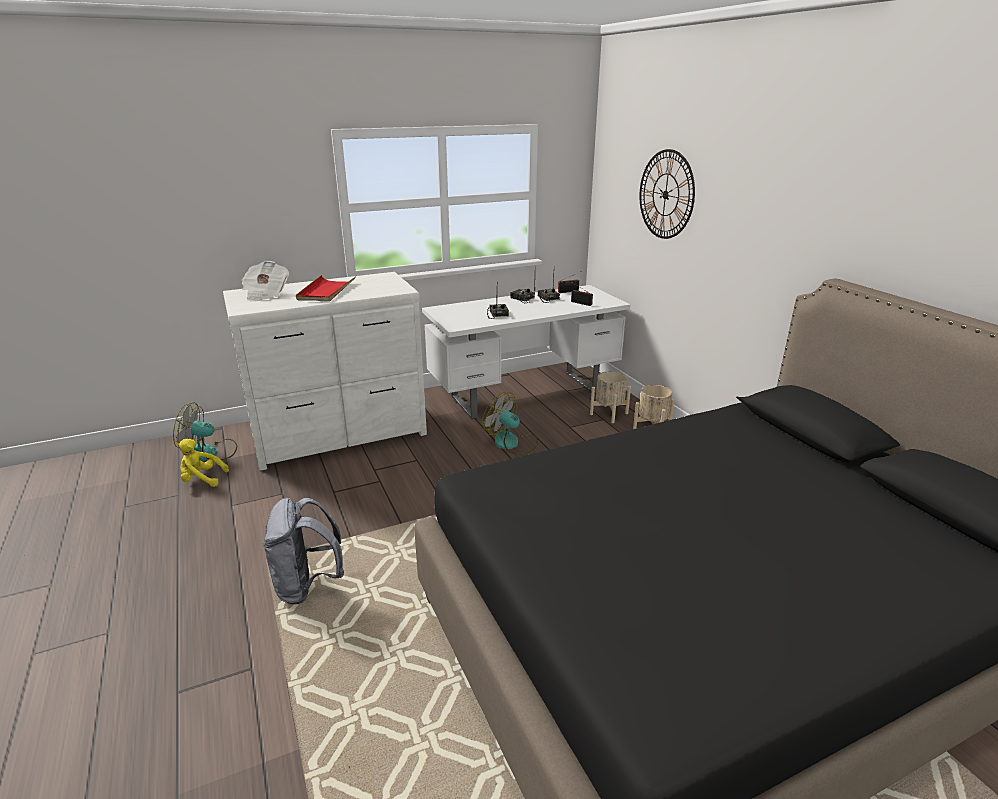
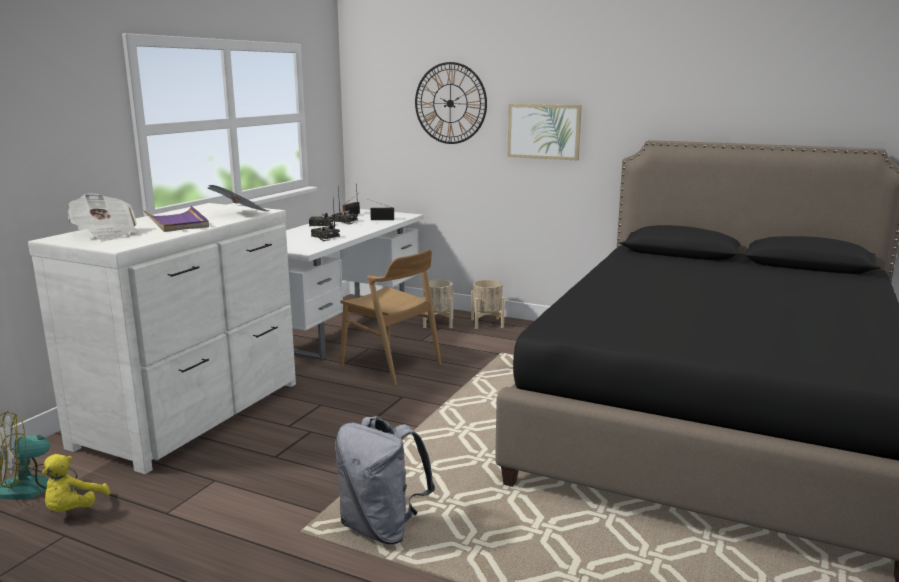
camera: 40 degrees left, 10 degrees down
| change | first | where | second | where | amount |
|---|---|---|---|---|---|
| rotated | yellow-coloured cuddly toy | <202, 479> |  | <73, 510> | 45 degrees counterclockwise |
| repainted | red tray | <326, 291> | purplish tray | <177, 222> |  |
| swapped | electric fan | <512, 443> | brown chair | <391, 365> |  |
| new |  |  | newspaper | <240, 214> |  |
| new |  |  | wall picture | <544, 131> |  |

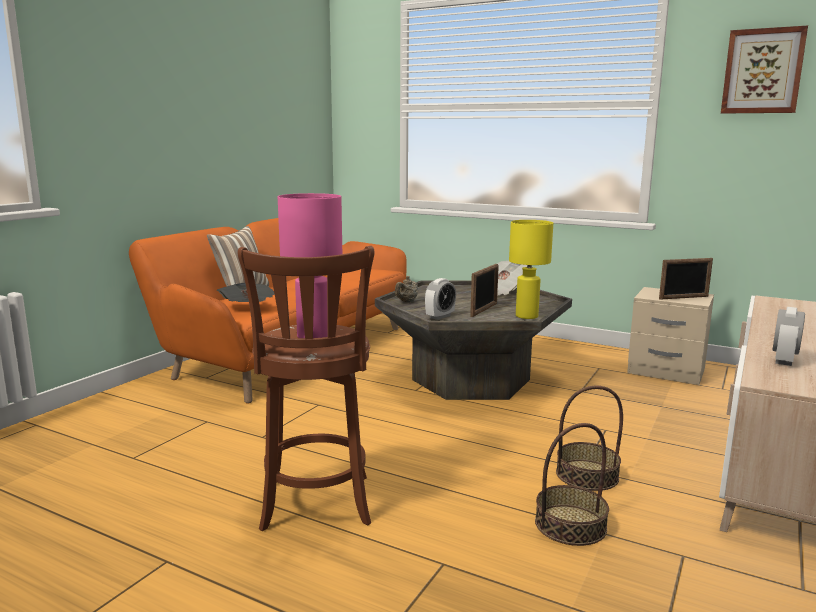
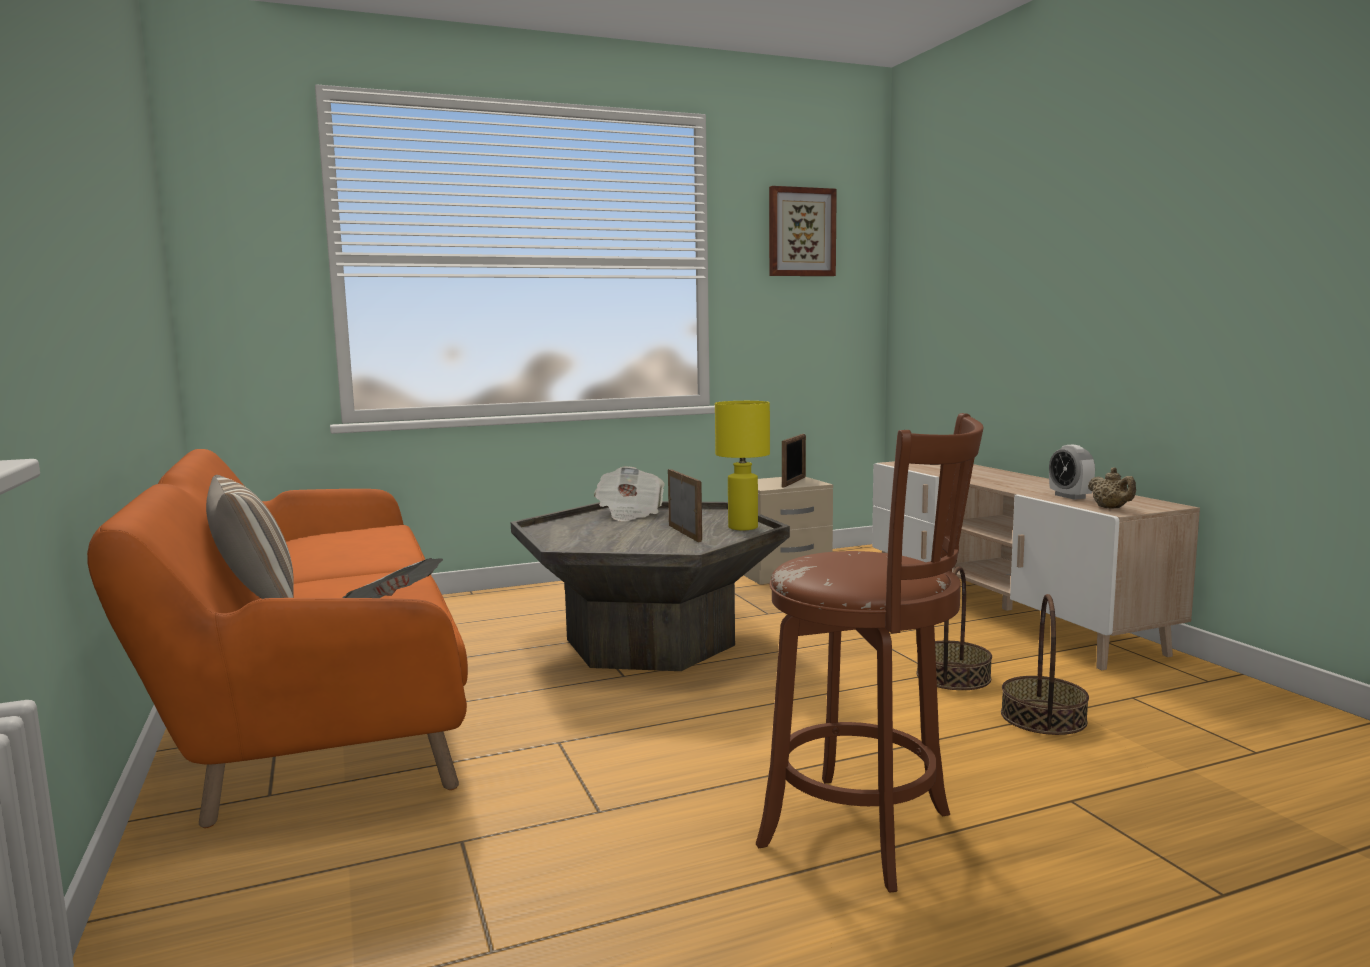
camera: 50 degrees left, 5 degrees down
| change | first | where | second | where | amount |
|---|---|---|---|---|---|
| gone | pink-coloured lamp for a table | <314, 337> |  |  |  |
| shifted | beige pot for tea | <406, 301> |  | <1111, 508> |  |
| gone | bedside clock | <440, 316> |  |  |  |

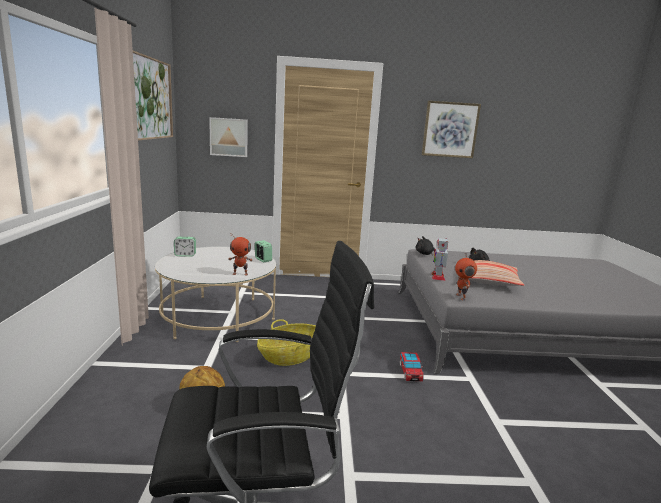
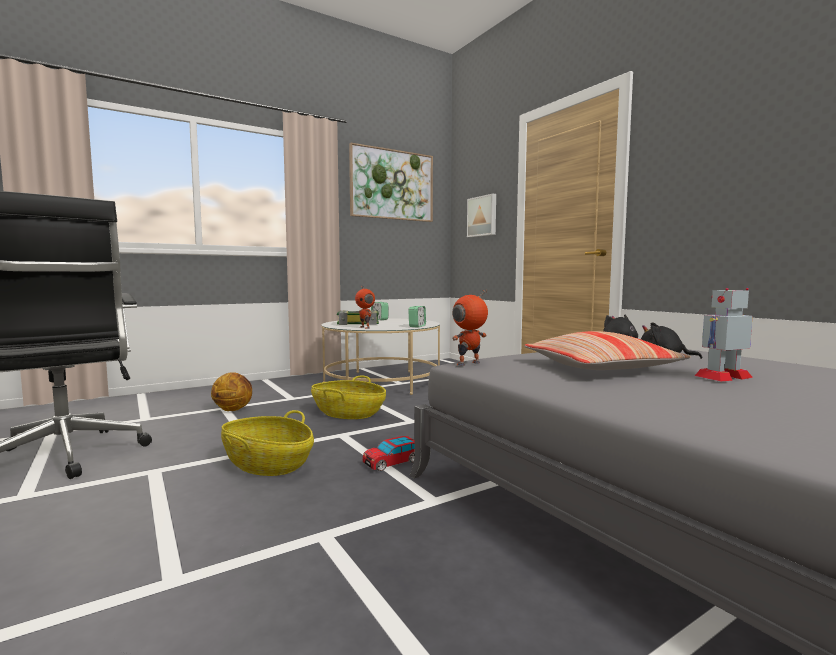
camera: 60 degrees right, 10 degrees down
| change | first | where | second | where | amount |
|---|---|---|---|---|---|
| gone | wall picture | <450, 129> |  |  |  |
| shifted | robot figure | <437, 276> |  | <723, 377> |  |
| new |  |  | storage basket | <267, 464> |  |
| new |  |  | bound book | <359, 323> |  |

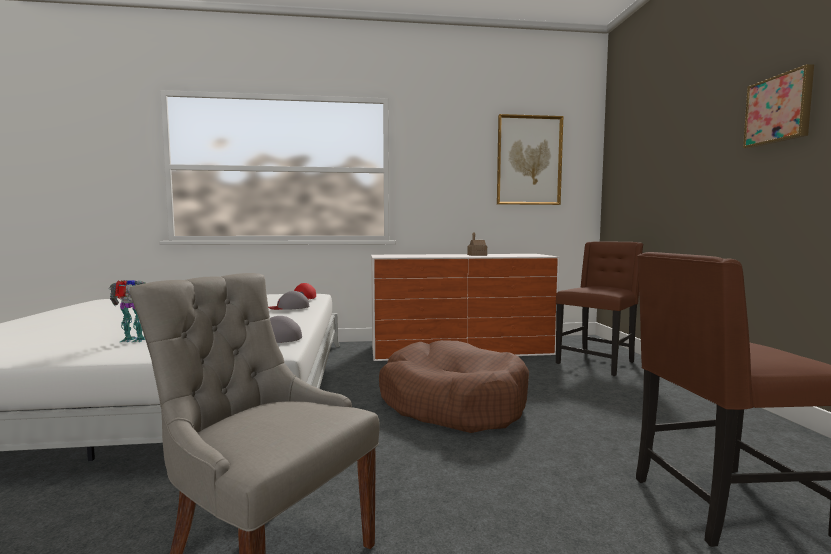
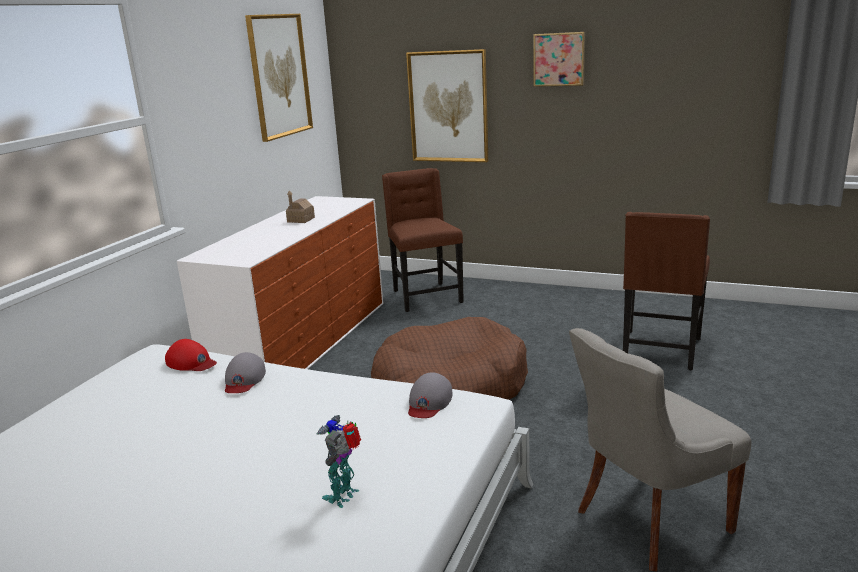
camera: 60 degrees left, 15 degrees up
| change | first | where | second | where | amount |
|---|---|---|---|---|---|
| new |  |  | wall picture | <448, 107> |  |

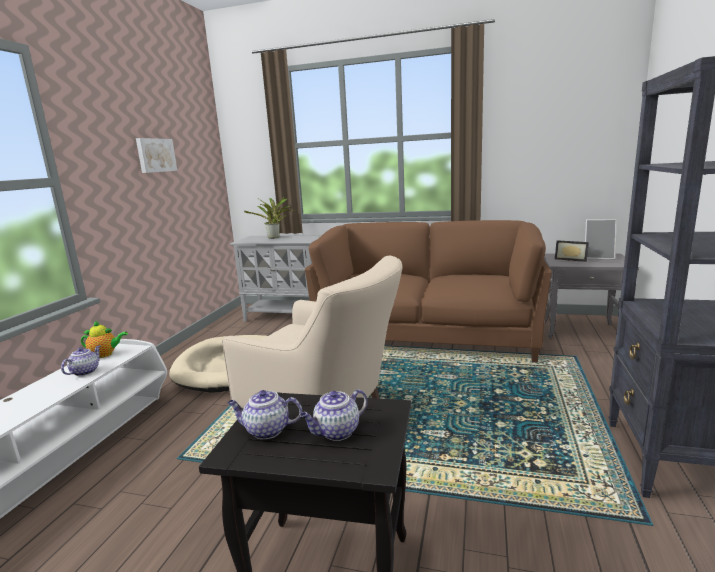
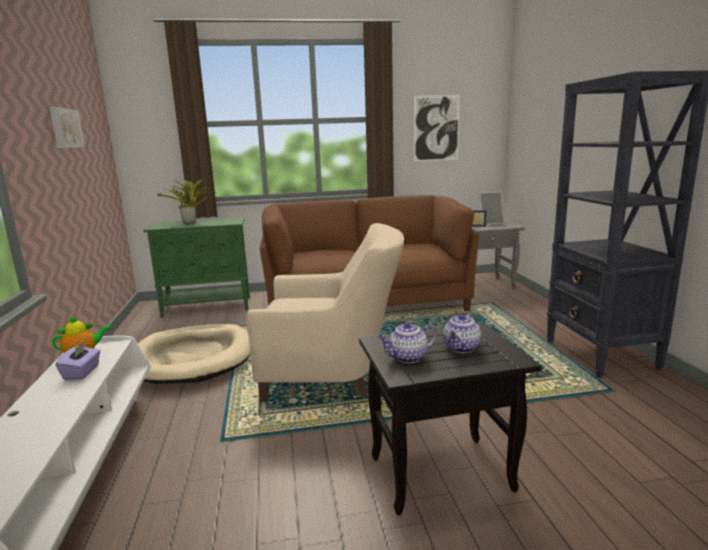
camera: 25 degrees left, 0 degrees up
| change | first | where | second | where | amount |
|---|---|---|---|---|---|
| swapped | pot for tea | <85, 371> | purplish tissue holder | <82, 372> |  |
| repainted | grey cabinet | <287, 316> | green-coloured cabinet | <208, 306> |  |
| new |  |  | wall picture | <436, 128> |  |

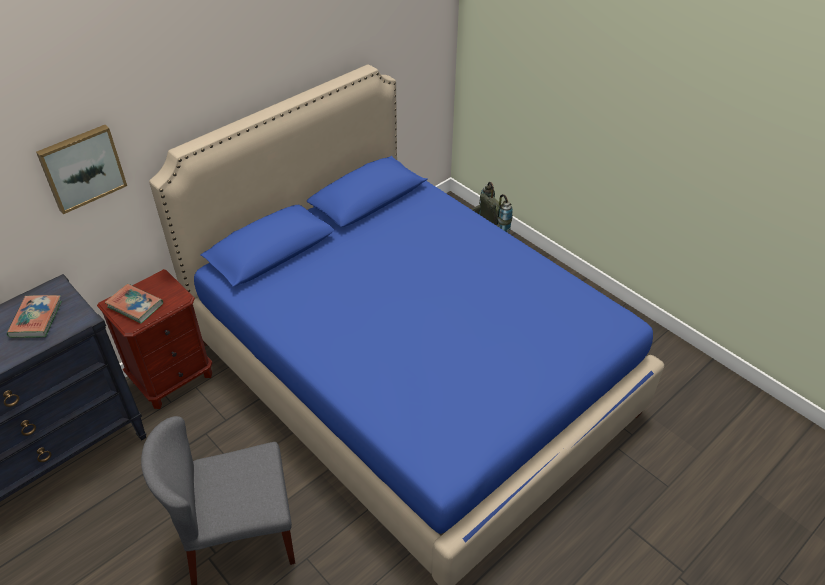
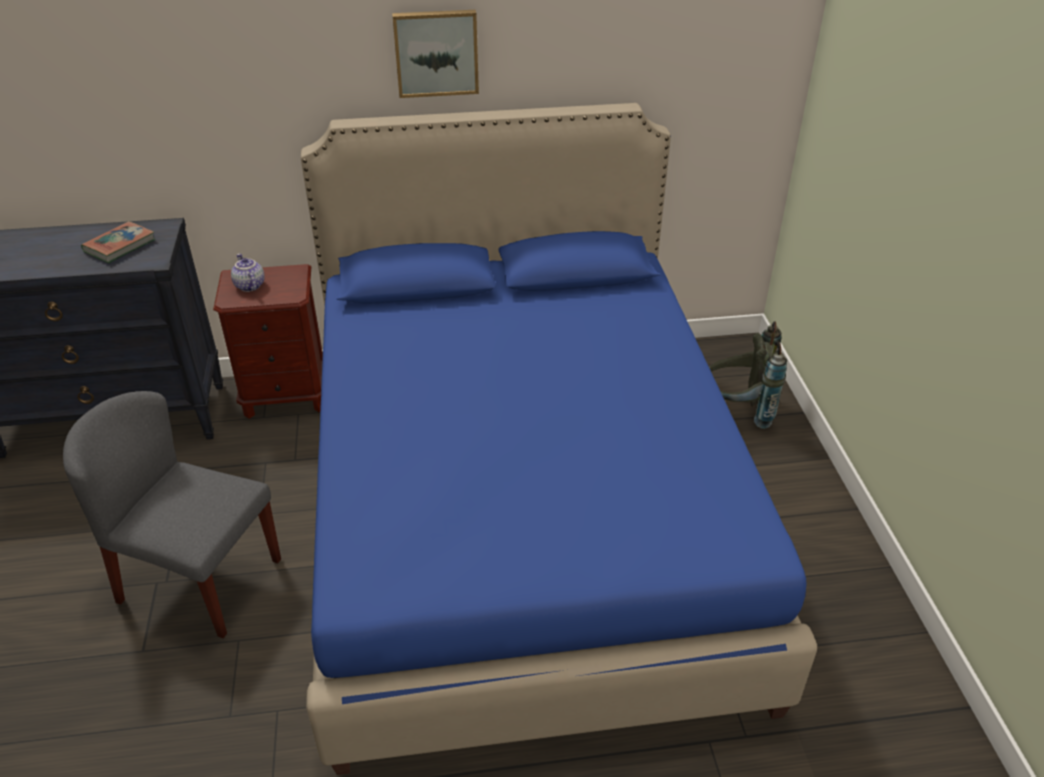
camera: 35 degrees right, 5 degrees down
| change | first | where | second | where | amount |
|---|---|---|---|---|---|
| shifted | wall picture | <82, 167> |  | <436, 52> |  |
| swapped | bound book | <135, 305> | pot for tea | <249, 286> |  |

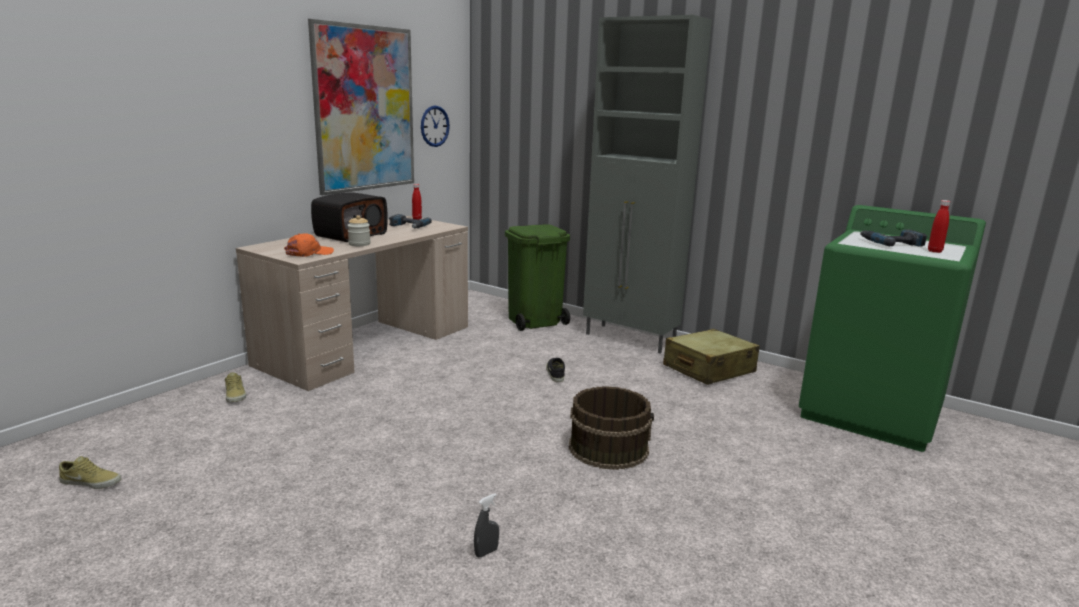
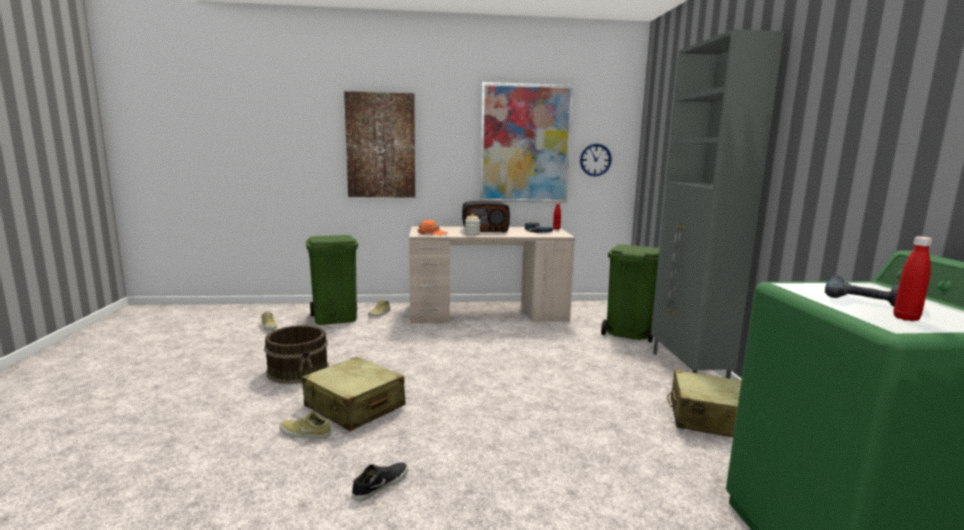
camera: 50 degrees right, 5 degrees down
| change | first | where | second | where | amount |
|---|---|---|---|---|---|
| swapped | grey sprayer | <486, 552> | beige item of footwear | <304, 433> |  |
| shifted | black item of footwear | <555, 373> |  | <380, 484> |  |
| shifted | brown water bucket | <608, 448> |  | <299, 370> |  |
| new |  |  | beige suitcase | <354, 406> |  |
| new |  |  | green-coloured waste bin | <335, 318> |  |
| new |  |  | wall picture | <381, 145> |  |

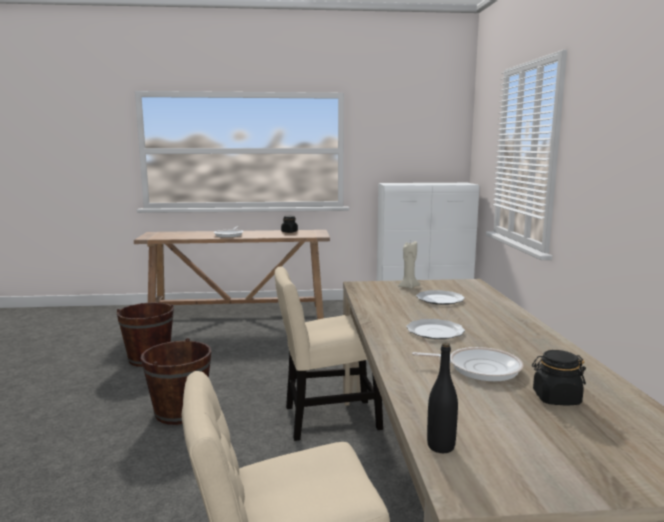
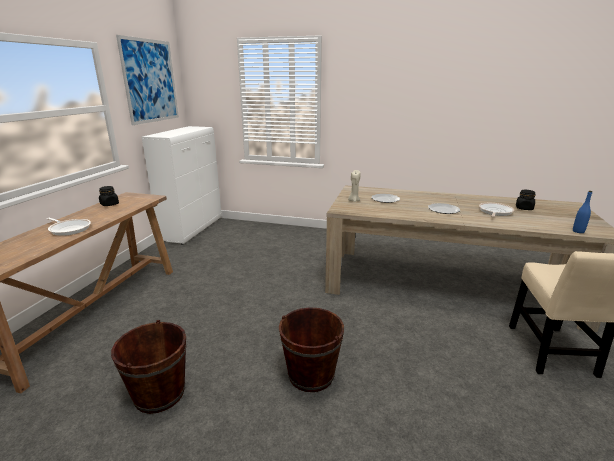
camera: 70 degrees left, 10 degrees up
| change | first | where | second | where | amount |
|---|---|---|---|---|---|
| gone | beige chair | <326, 419> |  |  |  |
| repainted | black beverage bottle | <441, 446> | blue-coloured beverage bottle | <578, 231> |  |
| new |  |  | wall picture | <150, 81> |  |

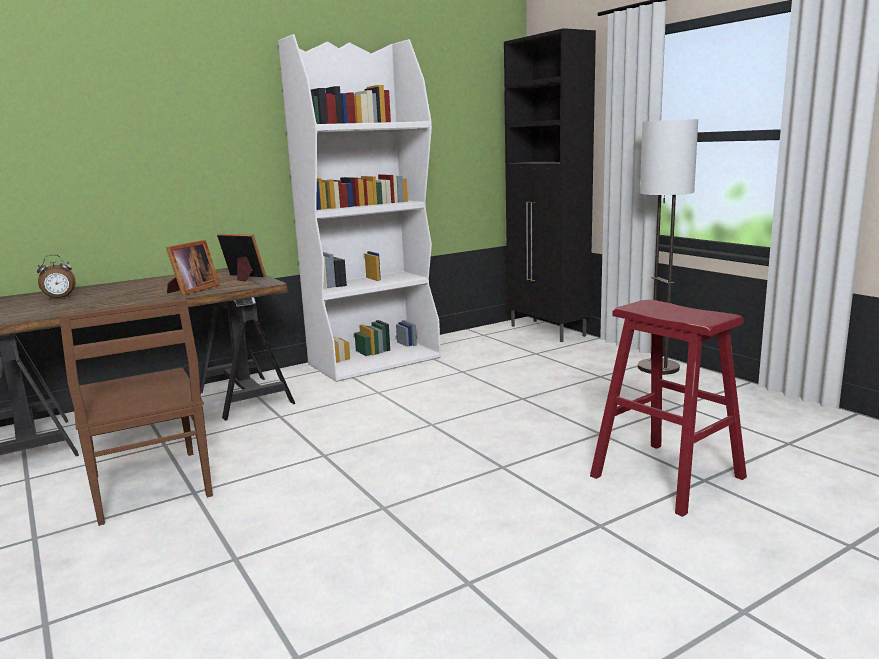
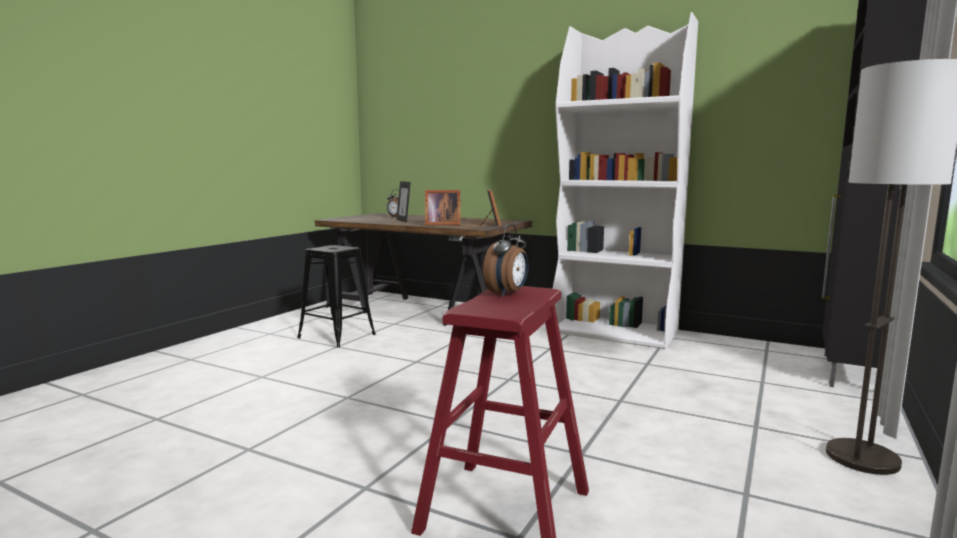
camera: 60 degrees right, 5 degrees down
| change | first | where | second | where | amount |
|---|---|---|---|---|---|
| swapped | brown chair | <150, 487> | black stool | <337, 336> |  |
| new |  |  | picture frame | <403, 221> |  |
| new |  |  | bedside clock | <507, 293> |  |

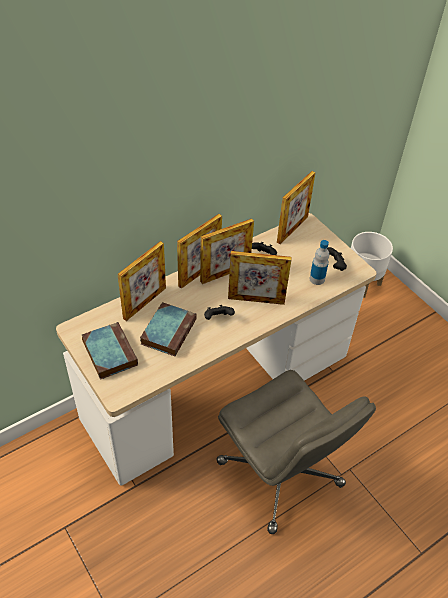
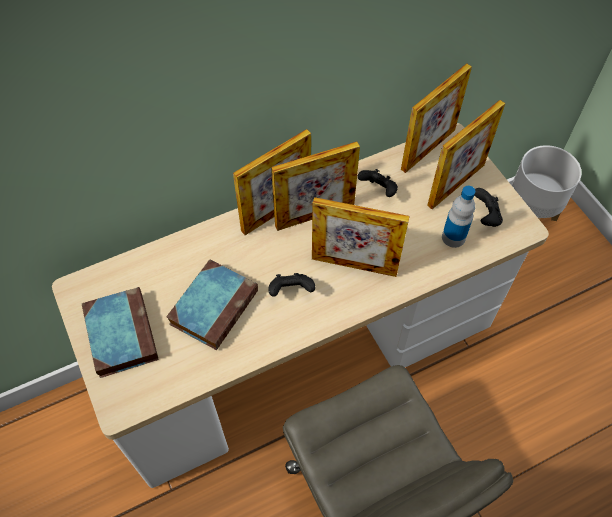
camera: 10 degrees right, 10 degrees up
| change | first | where | second | where | amount |
|---|---|---|---|---|---|
| shifted | picture frame | <145, 303> |  | <456, 185> |  |

